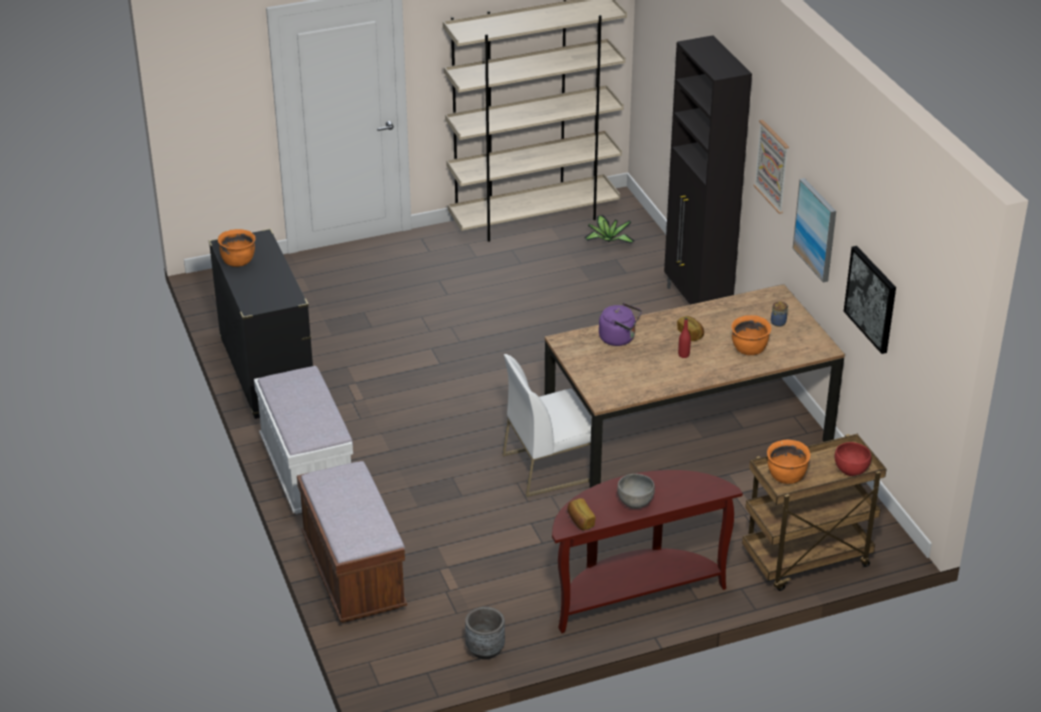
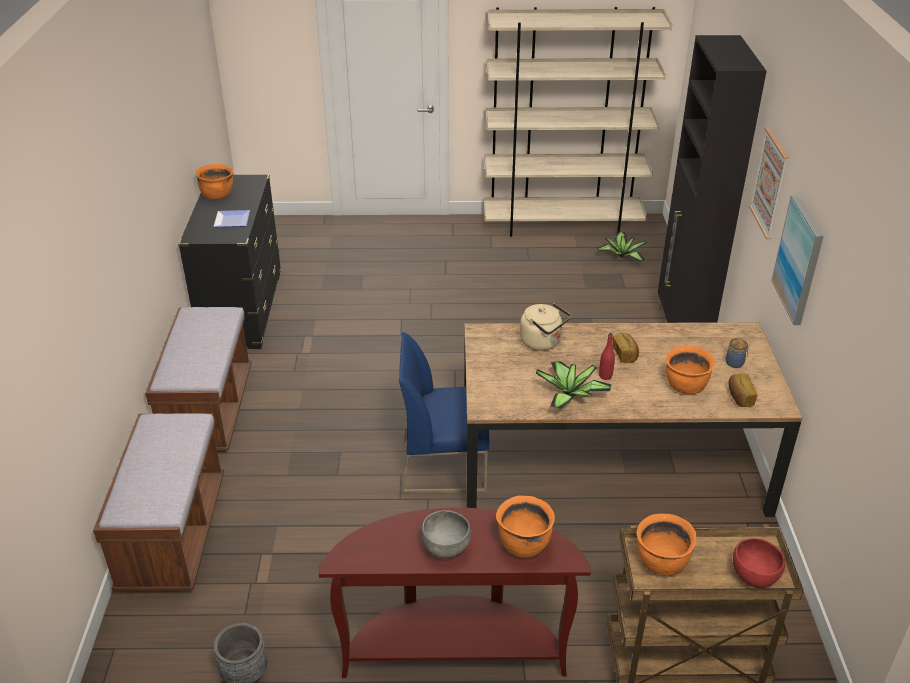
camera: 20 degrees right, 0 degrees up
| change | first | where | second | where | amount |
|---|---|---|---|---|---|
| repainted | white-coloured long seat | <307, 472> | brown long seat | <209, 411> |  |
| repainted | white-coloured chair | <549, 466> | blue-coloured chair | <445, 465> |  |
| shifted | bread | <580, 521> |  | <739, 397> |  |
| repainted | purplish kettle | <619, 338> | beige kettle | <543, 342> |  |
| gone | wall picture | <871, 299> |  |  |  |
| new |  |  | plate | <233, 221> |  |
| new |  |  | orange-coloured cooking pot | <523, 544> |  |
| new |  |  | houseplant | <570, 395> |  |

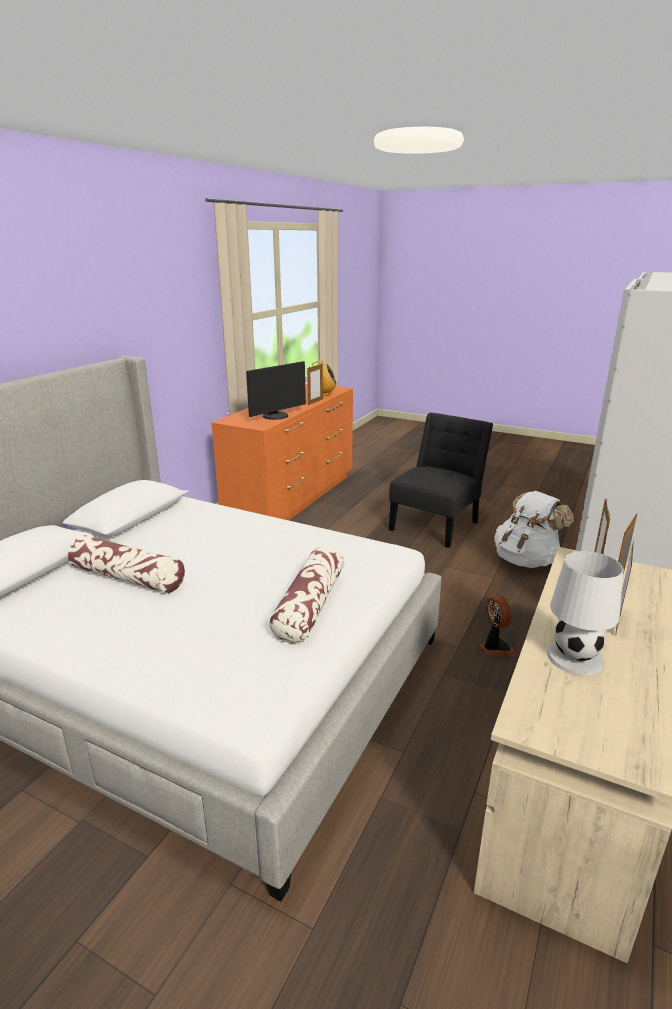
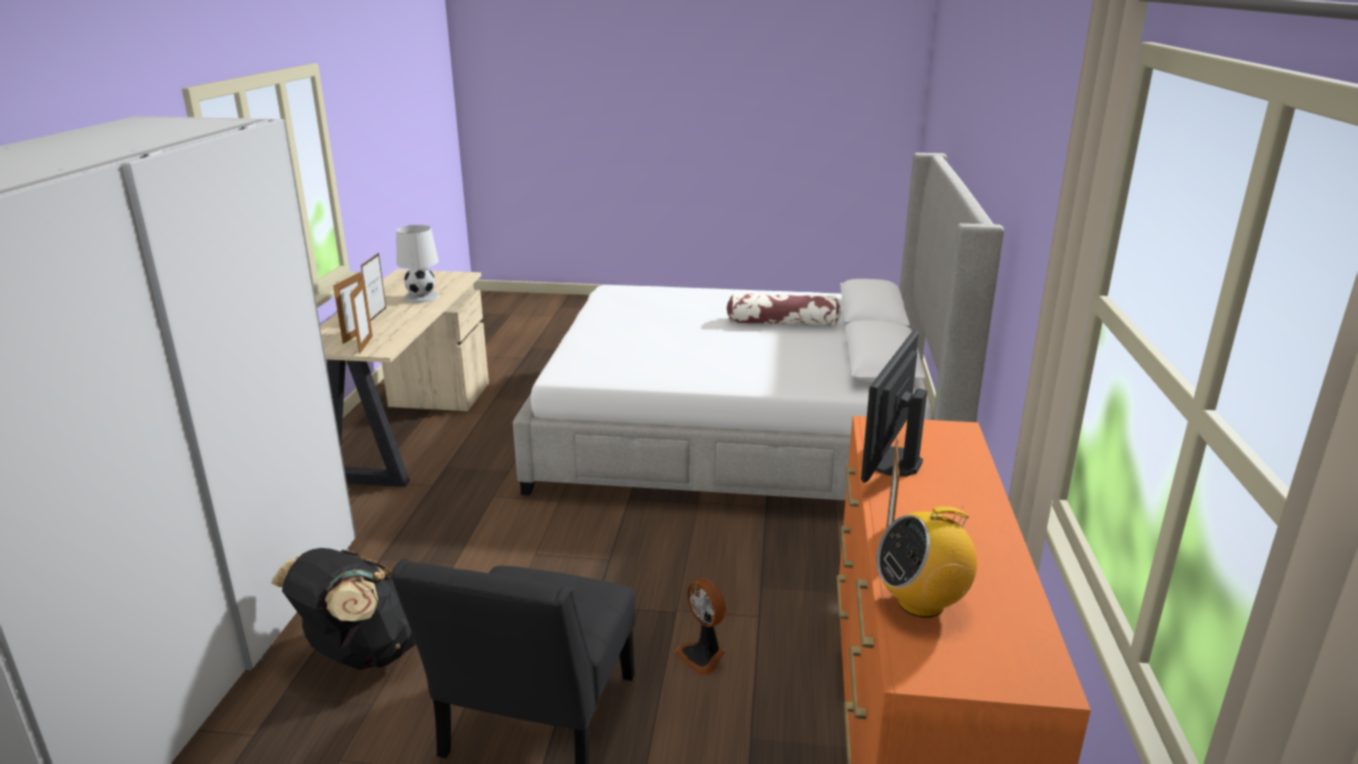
camera: 160 degrees right, 0 degrees up
| change | first | where | second | where | amount |
|---|---|---|---|---|---|
| gone | throw pillow | <310, 605> |  |  |  |
| shifted | electric fan | <495, 647> |  | <703, 655> |  |
| repainted | white-coloured knapsack | <526, 560> | black knapsack | <361, 654> |  |

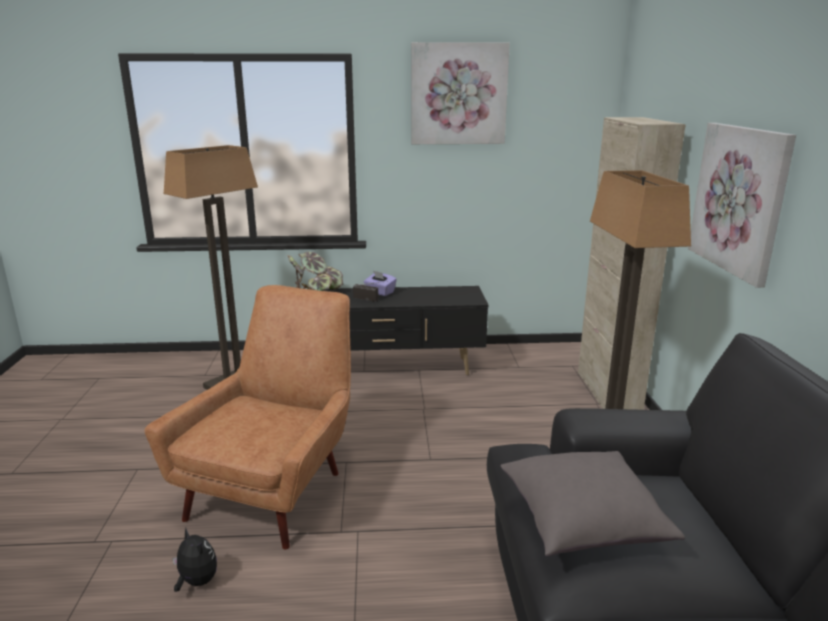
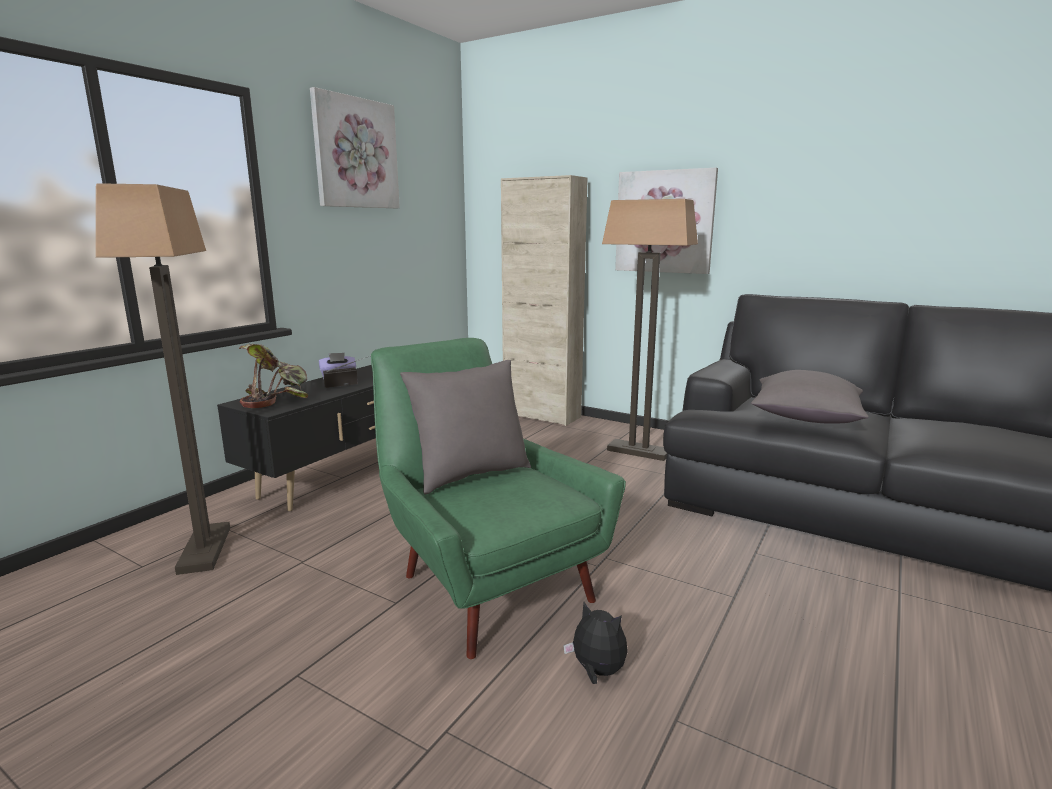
camera: 55 degrees left, 5 degrees down
| change | first | where | second | where | amount |
|---|---|---|---|---|---|
| repainted | brown armchair | <276, 487> | green-coloured armchair | <483, 580> |  |
| rotated | cuddly toy | <196, 581> |  | <597, 672> | 45 degrees clockwise |
| new |  |  | grey throw pillow | <470, 475> |  |

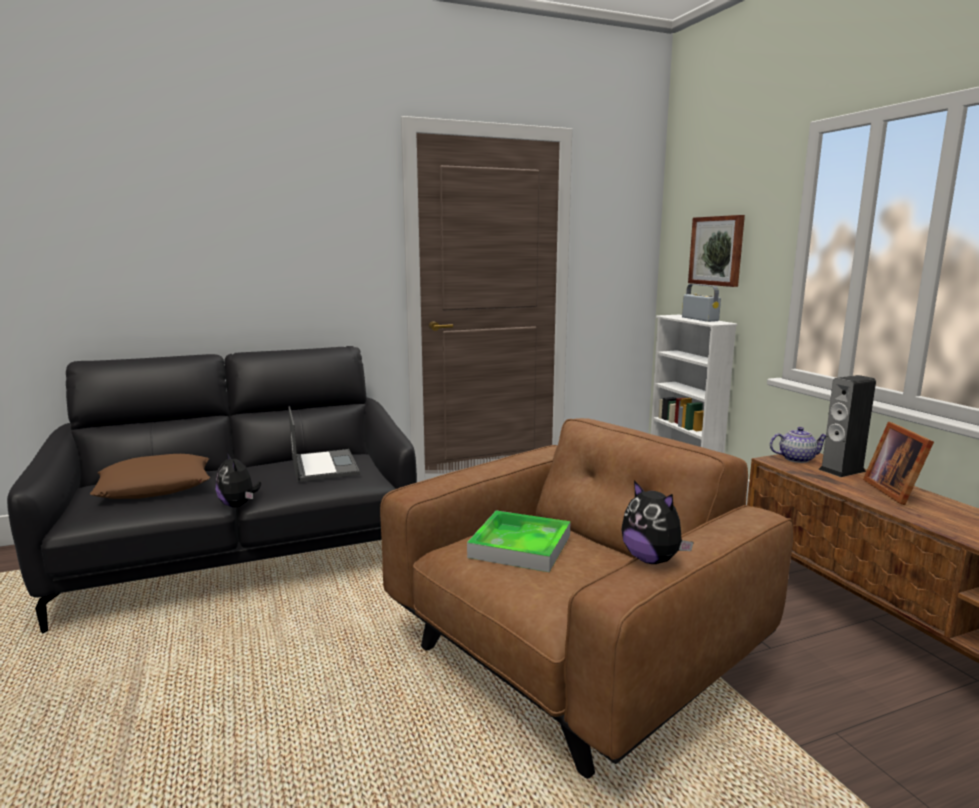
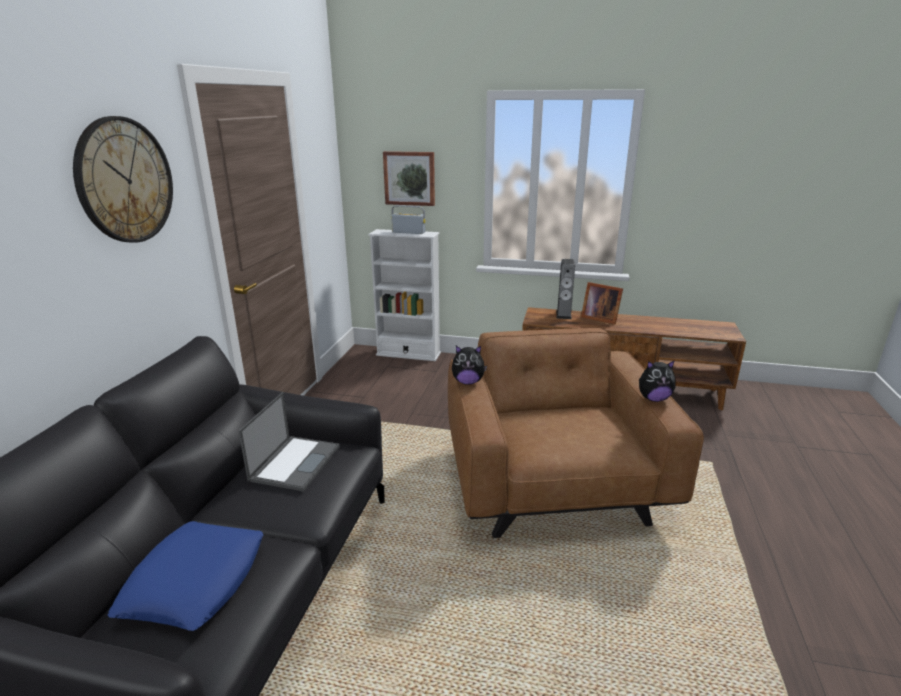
camera: 55 degrees left, 10 degrees up
| change | first | where | second | where | amount |
|---|---|---|---|---|---|
| repainted | brown throw pillow | <155, 486> | blue-coloured throw pillow | <195, 581> |  |
| shifted | cuddly toy | <239, 505> |  | <468, 382> |  |
| rotated | portable computer | <324, 466> |  | <295, 462> | 90 degrees clockwise |
| gone | tray | <520, 546> |  |  |  |
| gone | pot for tea | <796, 459> |  |  |  |
| new |  |  | wall clock | <125, 181> |  |

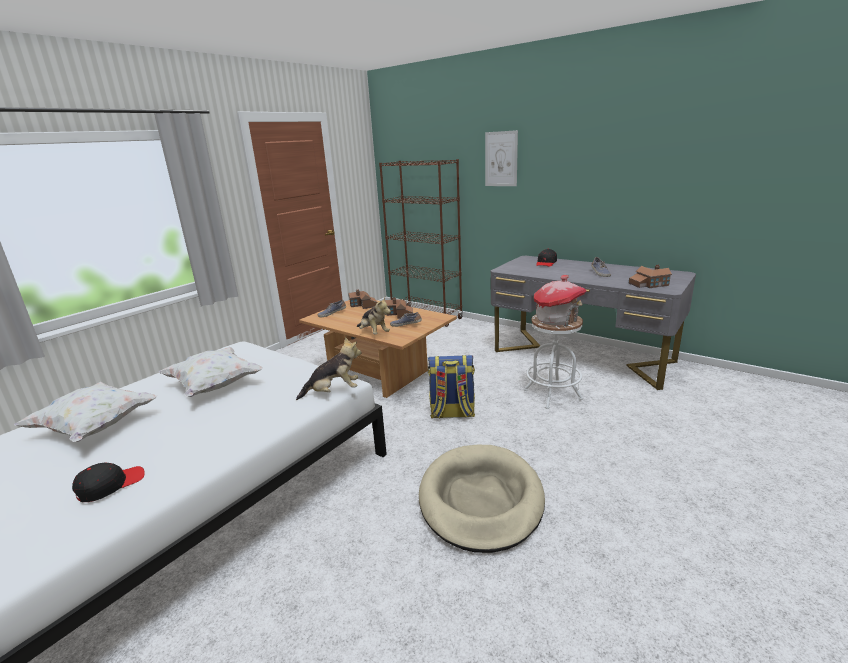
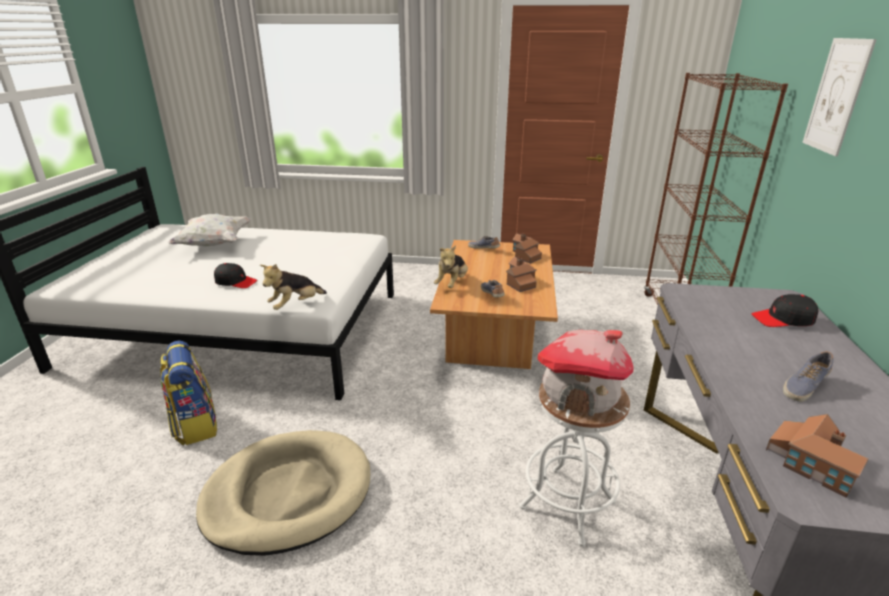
camera: 60 degrees right, 5 degrees up
| change | first | where | second | where | amount |
|---|---|---|---|---|---|
| shifted | black baseball cap | <110, 485> |  | <236, 282> |  |
| gone | white-coloured throw pillow | <215, 386> |  |  |  |
| rotated | cuddly toy | <333, 392> |  | <295, 305> | 90 degrees clockwise |
| shifted | knapsack | <452, 413> |  | <195, 425> |  |

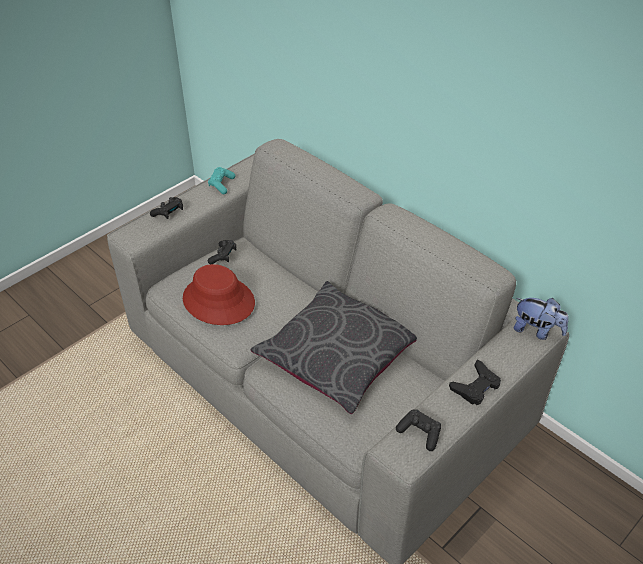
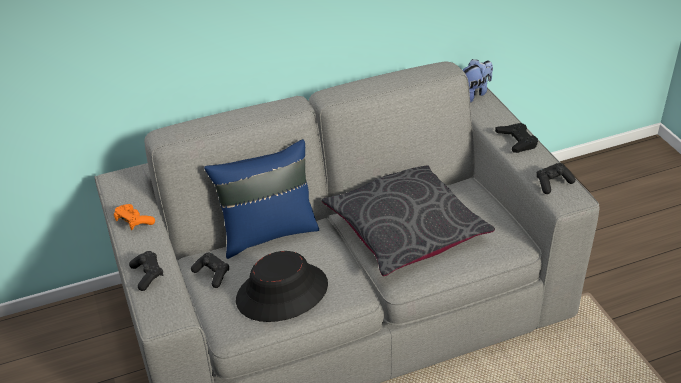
camera: 65 degrees left, 5 degrees down
| change | first | where | second | where | amount |
|---|---|---|---|---|---|
| repainted | red clothing hat | <218, 301> | black clothing hat | <282, 293> |  |
| repainted | turquoise joypad | <221, 185> | orange-coloured joypad | <134, 222> |  |
| new |  |  | blue-coloured throw pillow | <267, 233> |  |

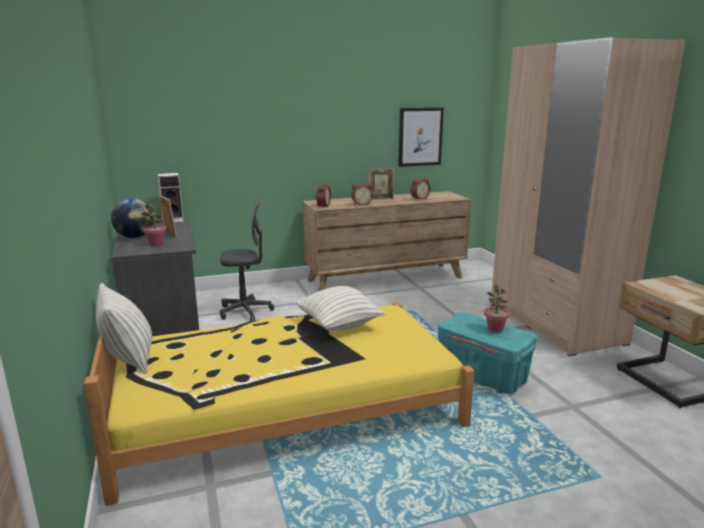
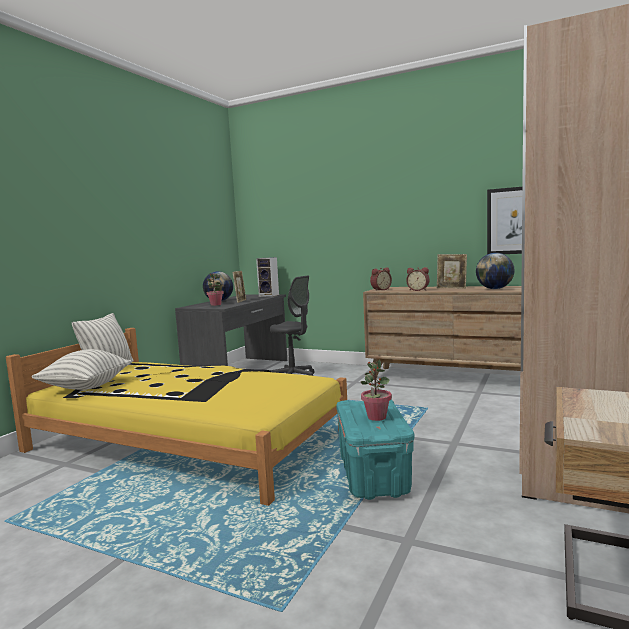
camera: 45 degrees right, 10 degrees down
| change | first | where | second | where | amount |
|---|---|---|---|---|---|
| shifted | throw pillow | <339, 325> |  | <86, 387> |  |
| swapped | bedside clock | <419, 198> | globe | <495, 289> |  |

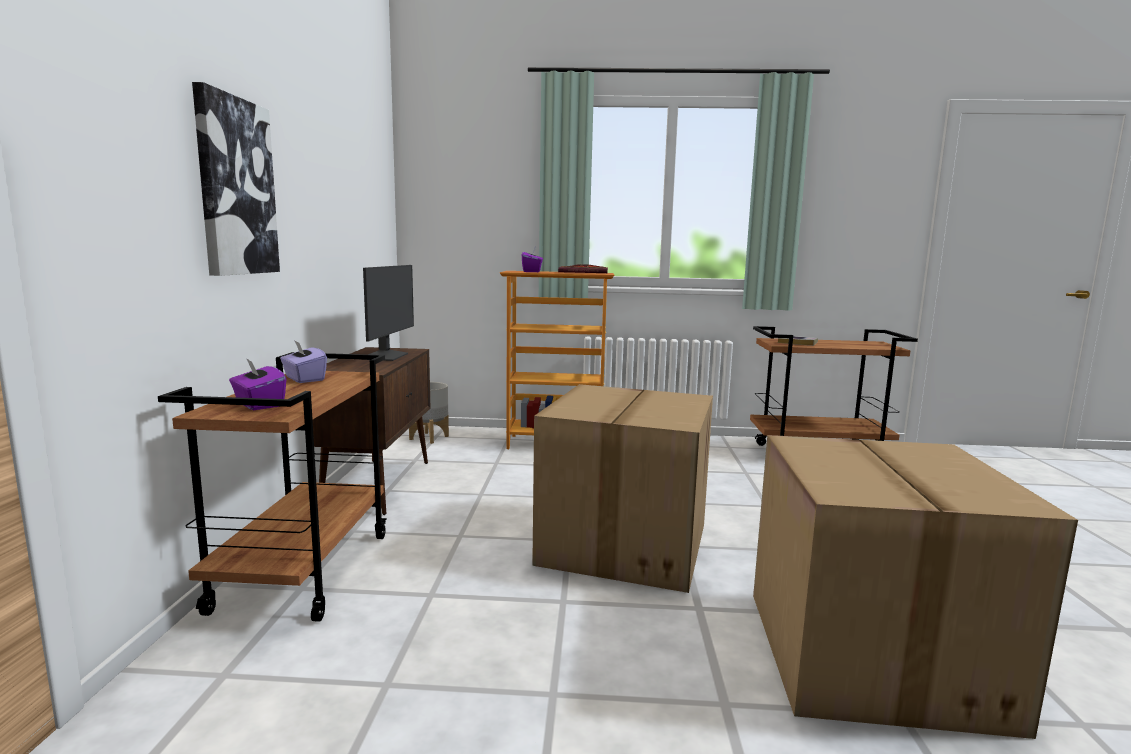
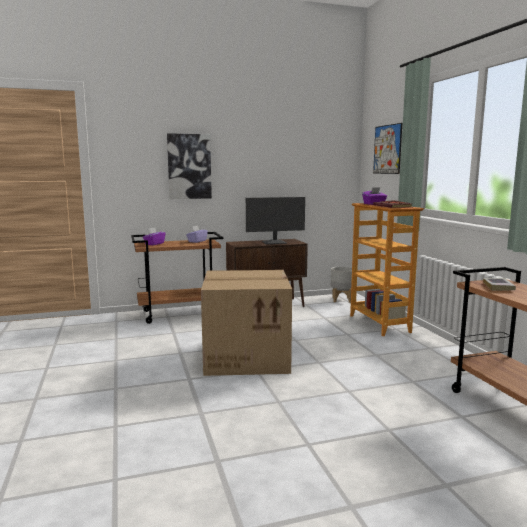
camera: 70 degrees right, 0 degrees up
| change | first | where | second | where | amount |
|---|---|---|---|---|---|
| gone | packing box | <866, 653> |  |  |  |
| new |  |  | wall picture | <387, 149> |  |

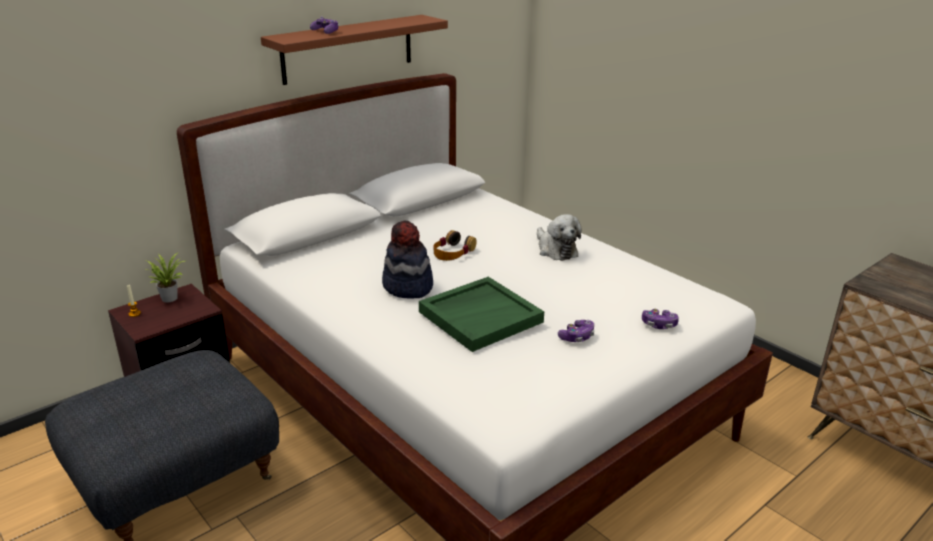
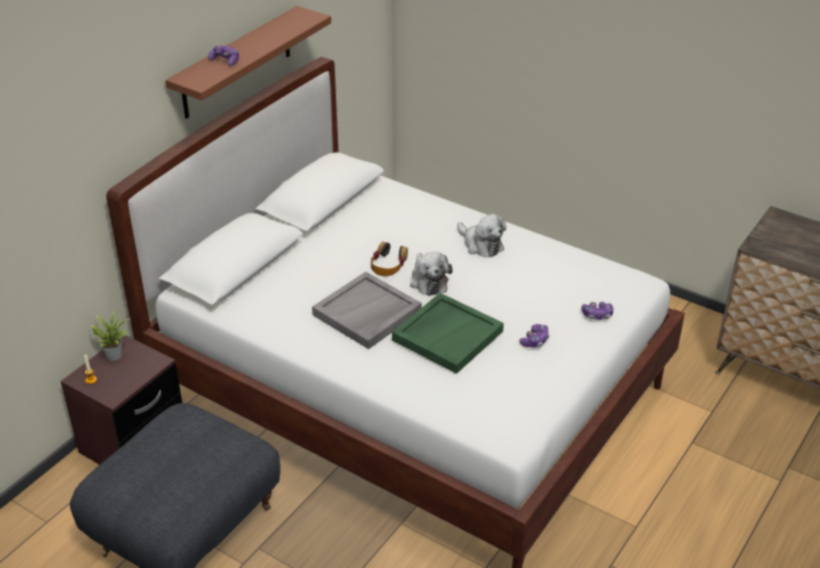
camera: 15 degrees left, 10 degrees up
| change | first | where | second | where | amount |
|---|---|---|---|---|---|
| swapped | clothing hat | <407, 287> | grey tray | <367, 314> |  |
| new |  |  | cuddly toy | <428, 281> |  |

